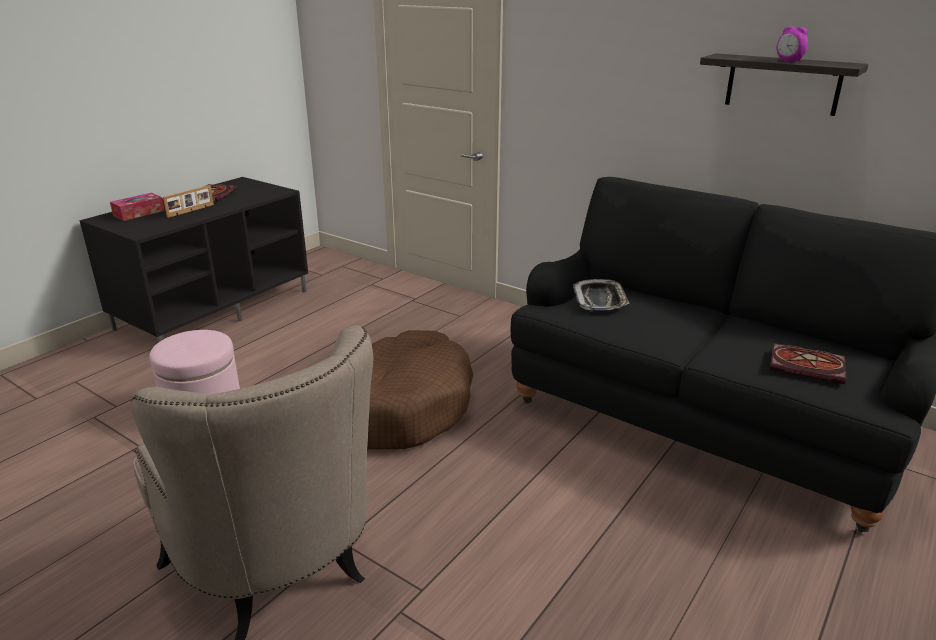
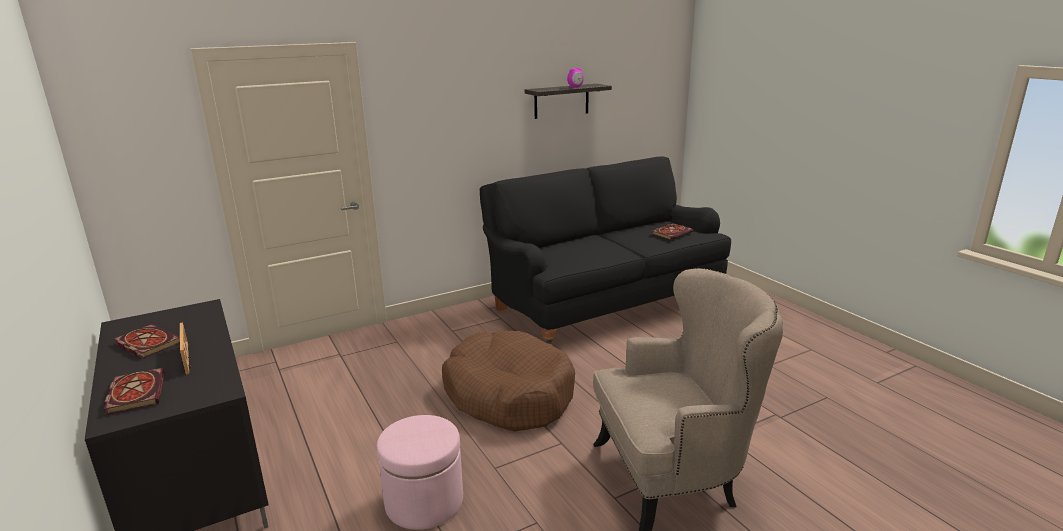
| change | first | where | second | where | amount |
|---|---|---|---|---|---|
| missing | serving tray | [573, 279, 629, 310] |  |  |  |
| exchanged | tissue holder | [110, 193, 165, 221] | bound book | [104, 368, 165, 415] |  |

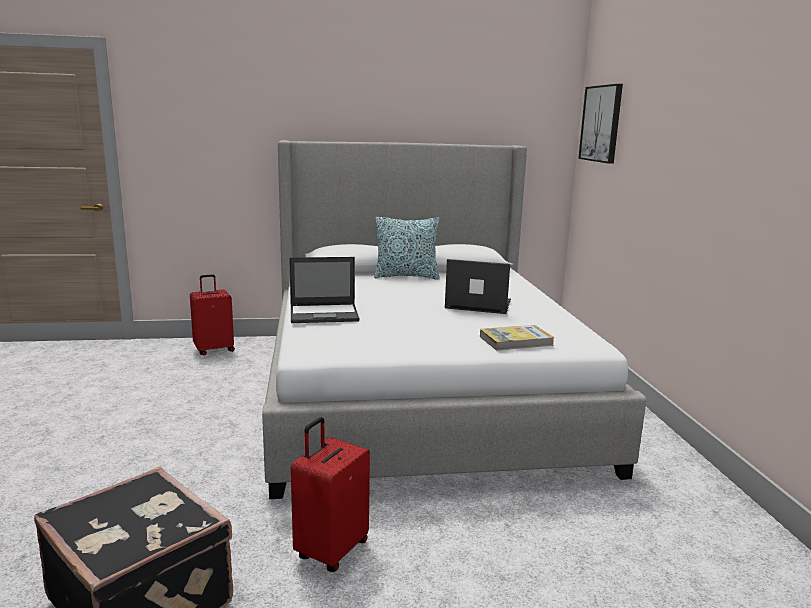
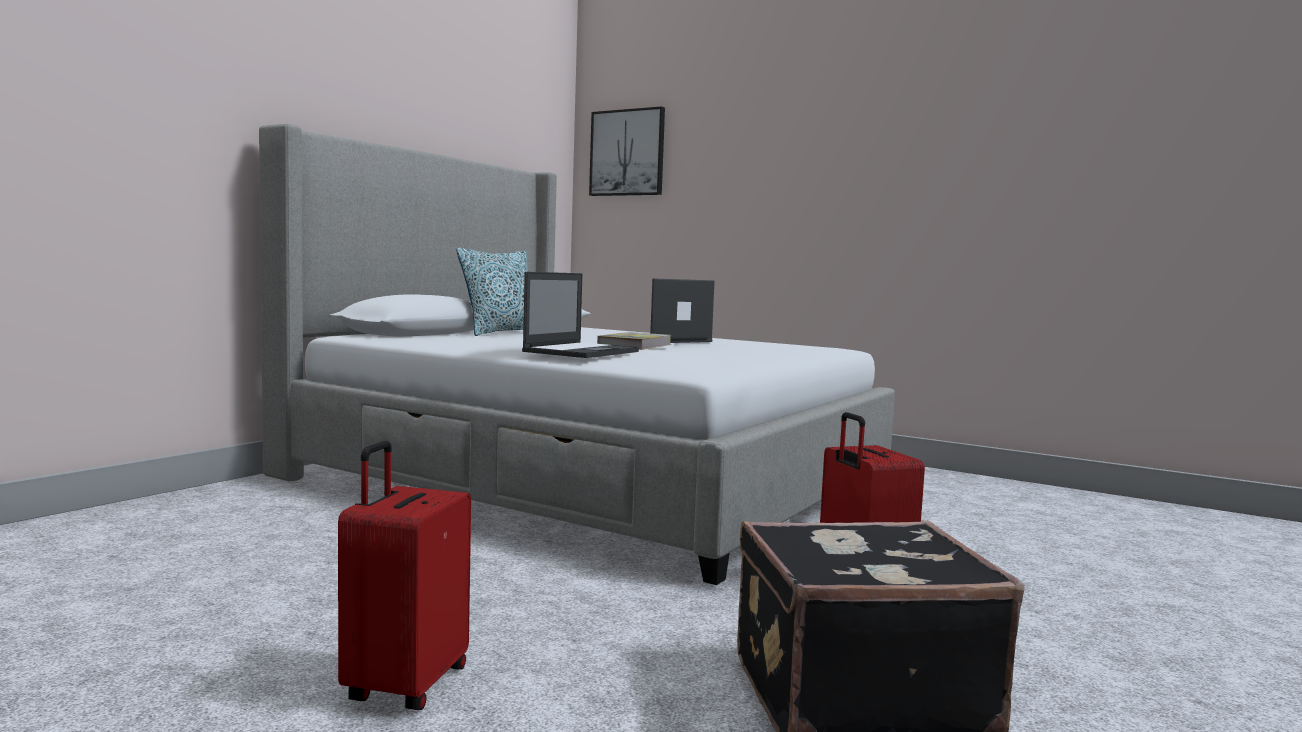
| change | first | where | second | where | amount |
|---|---|---|---|---|---|
| relocated | suitcase in reddish | [190, 274, 235, 356] |  | [338, 441, 471, 710] |  |
| relocated | bound book | [480, 325, 555, 351] |  | [597, 332, 671, 350] |  |

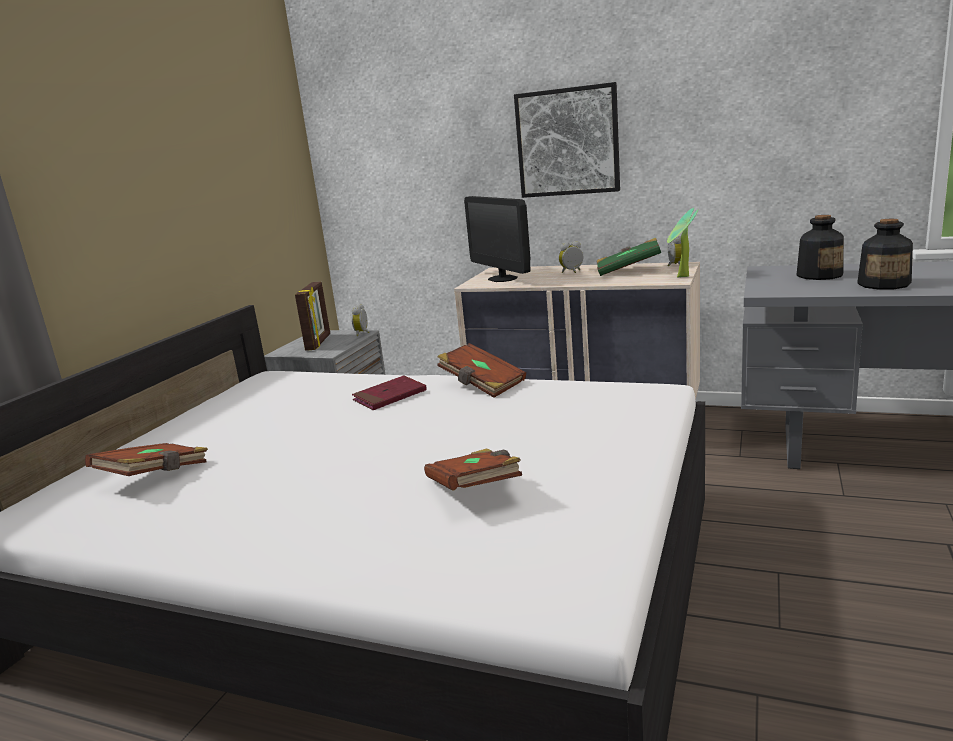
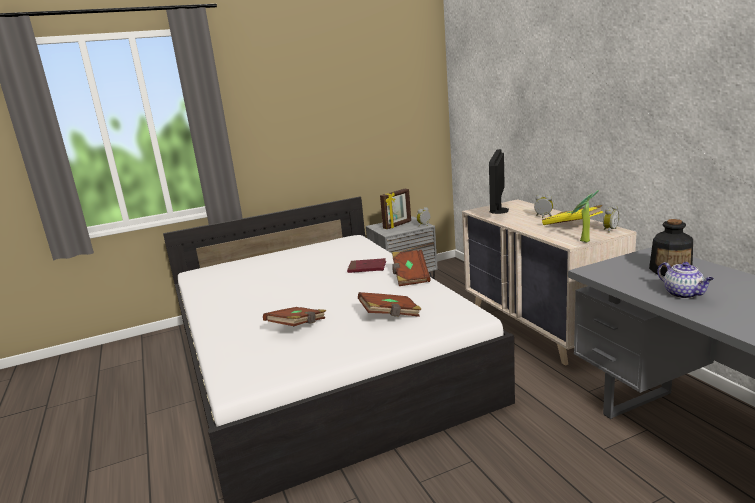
| change | first | where | second | where | amount |
|---|---|---|---|---|---|
| missing | wall art | [514, 82, 620, 198] |  |  |  |
| relocated | bound book in brownish | [85, 443, 208, 476] |  | [358, 292, 422, 317] |  |
| exchanged | beverage bottle | [857, 219, 913, 290] | tea pot | [657, 262, 714, 299] |  |
| colour | bound book in green-coloured | [597, 238, 661, 276] | bound book in yellow-coloured | [542, 205, 603, 225] |  |

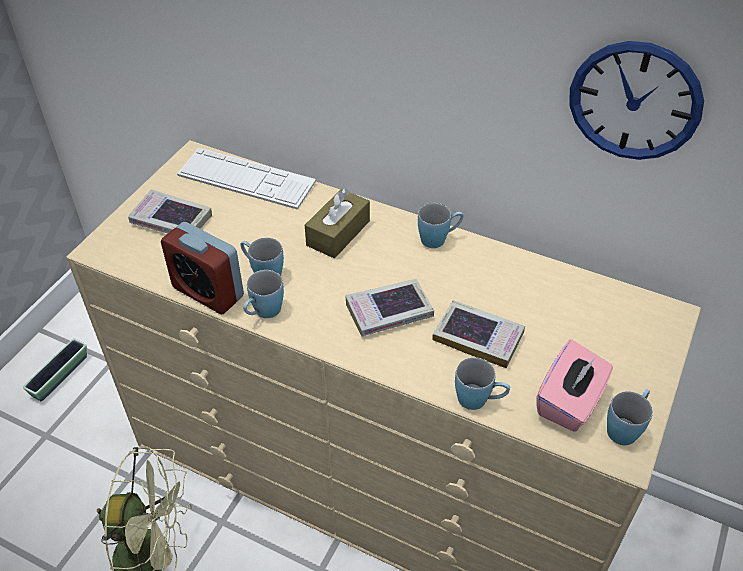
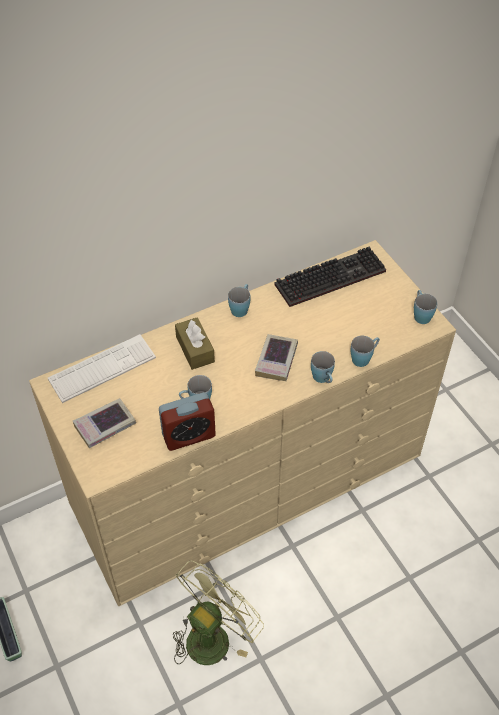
| change | first | where | second | where | amount |
|---|---|---|---|---|---|
| missing | bound book | [433, 300, 525, 368] |  |  |  |
| missing | tissue holder in pink-coloured | [537, 340, 613, 432] |  |  |  |
| missing | hanging clock | [569, 41, 704, 160] |  |  |  |
| appeared |  |  | keyboard | [275, 247, 386, 307] |  |
| relocated | tea mug in blue | [243, 270, 284, 318] |  | [311, 351, 335, 383] |  |

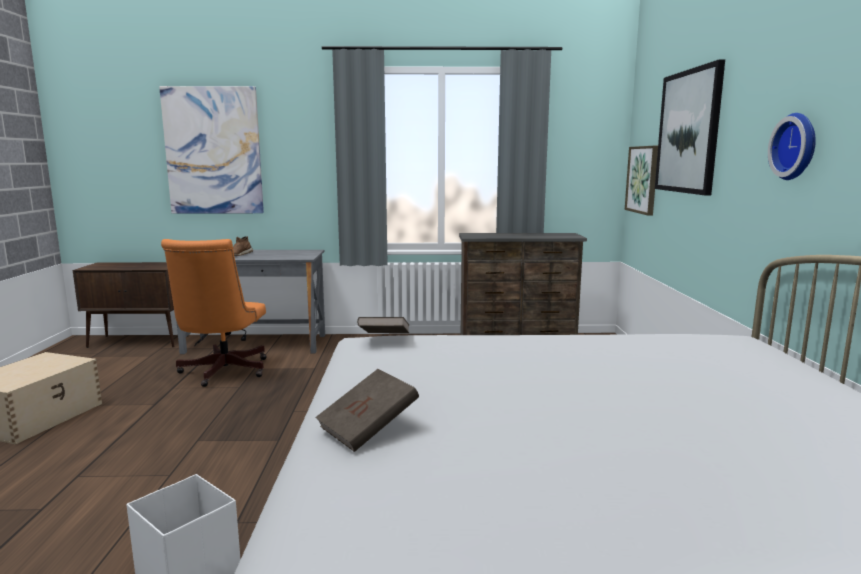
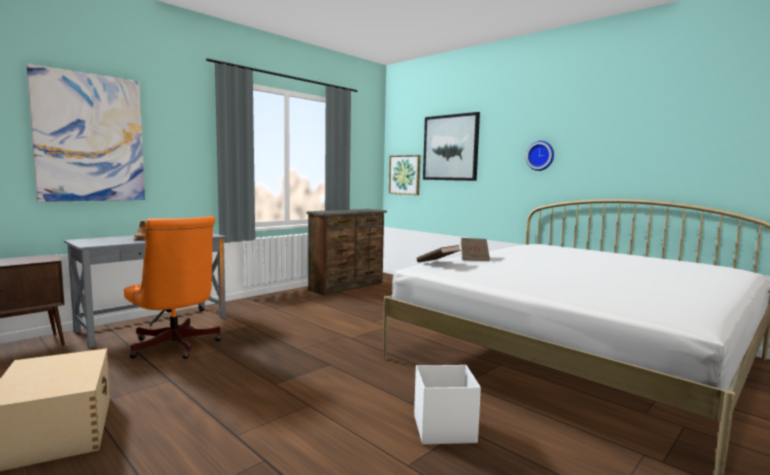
| change | first | where | second | where | amount |
|---|---|---|---|---|---|
| relocated | bound book in brownish | [315, 369, 419, 452] |  | [461, 238, 490, 261] |  |

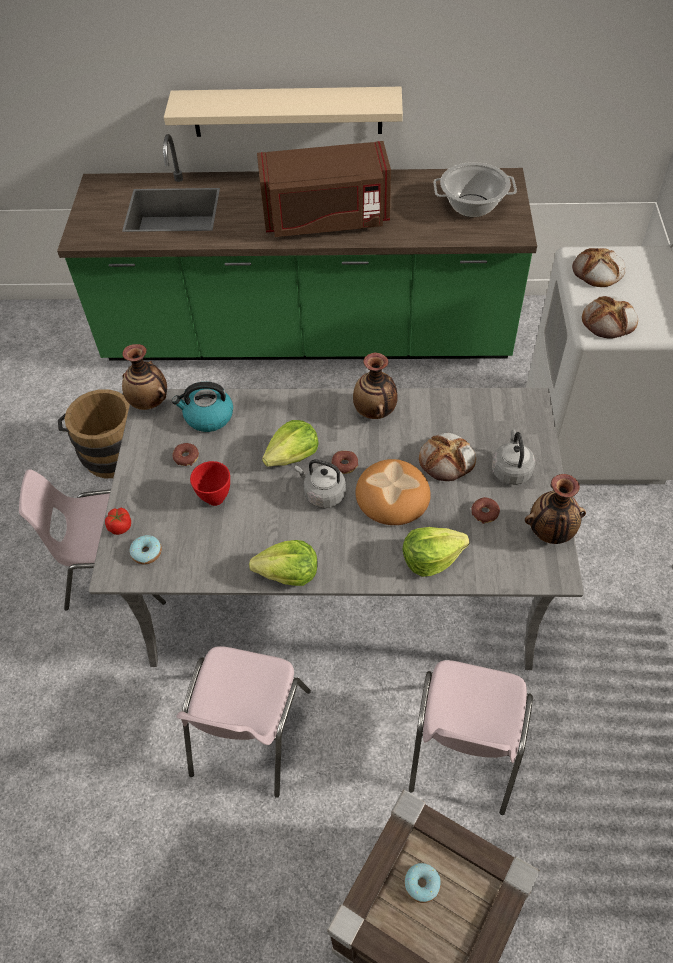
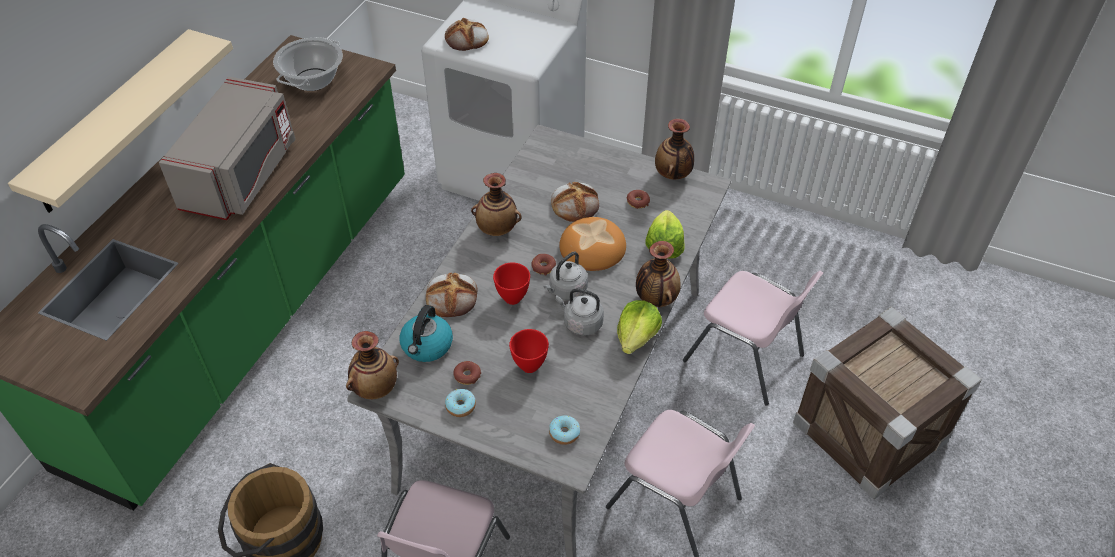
| change | first | where | second | where | amount |
|---|---|---|---|---|---|
| missing | tomato | [105, 508, 131, 535] |  |  |  |
| appeared |  |  | decorative vase | [636, 241, 681, 307] |  |
| relocated | donut | [404, 863, 441, 903] |  | [445, 389, 476, 417] |  |
| relocated | tea kettle in greyish | [492, 429, 535, 485] |  | [555, 288, 604, 336] |  |
| relocated | bread | [582, 296, 638, 339] |  | [426, 273, 477, 317] |  |
| exchanged | head of lettuce | [262, 420, 319, 467] | bowl in reddish | [493, 263, 530, 305] |  |
| colour | microwave in brownish | [257, 141, 391, 237] | microwave in greyish | [159, 77, 296, 220] |  |

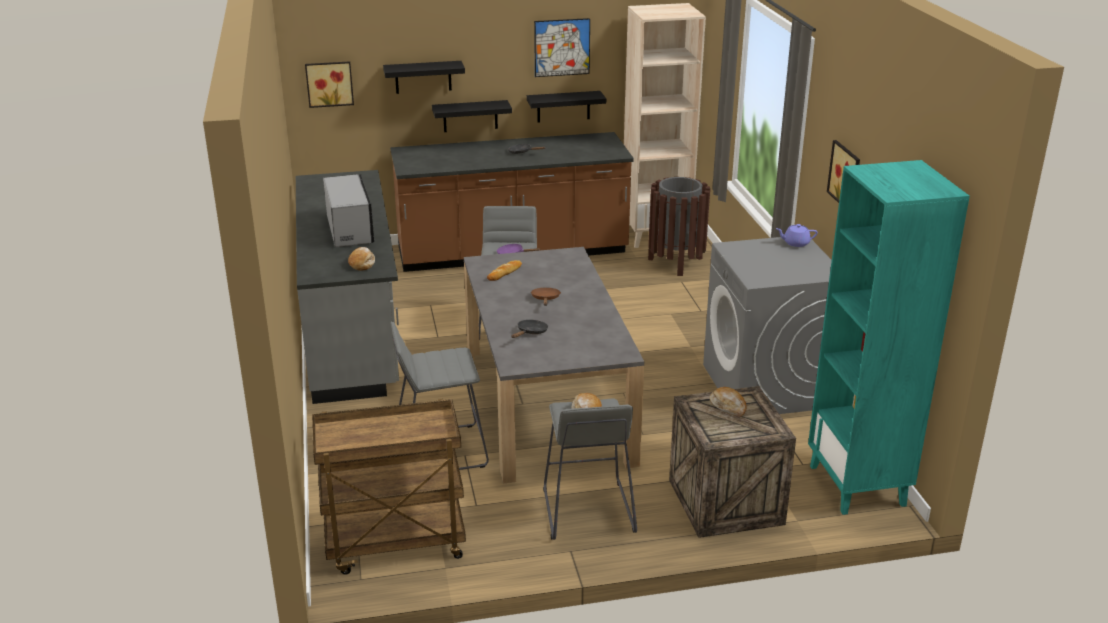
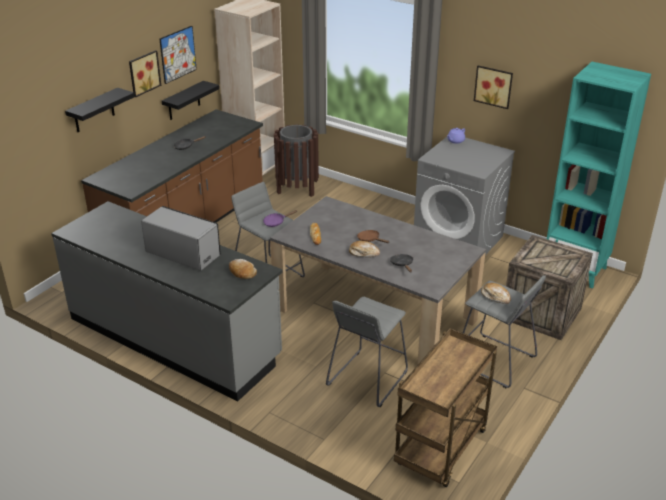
| change | first | where | second | where | amount |
|---|---|---|---|---|---|
| missing | shelf in black | [432, 100, 512, 132] |  |  |  |
| relocated | wall art | [305, 61, 354, 108] |  | [129, 50, 161, 97] |  |
| relocated | bread | [710, 387, 747, 417] |  | [349, 241, 380, 257] |  |

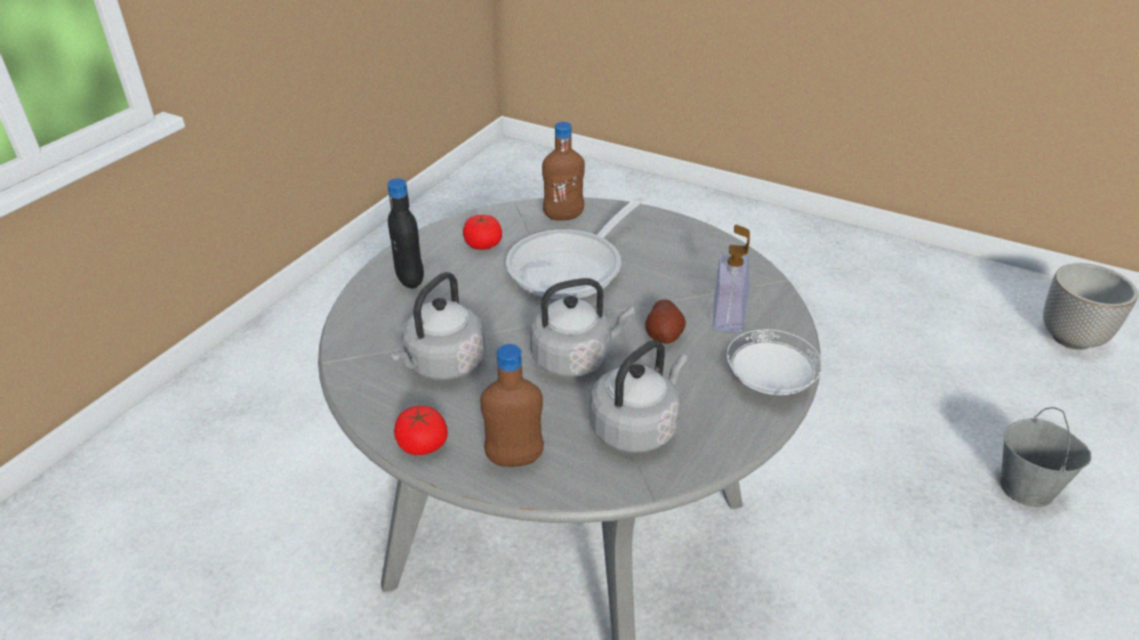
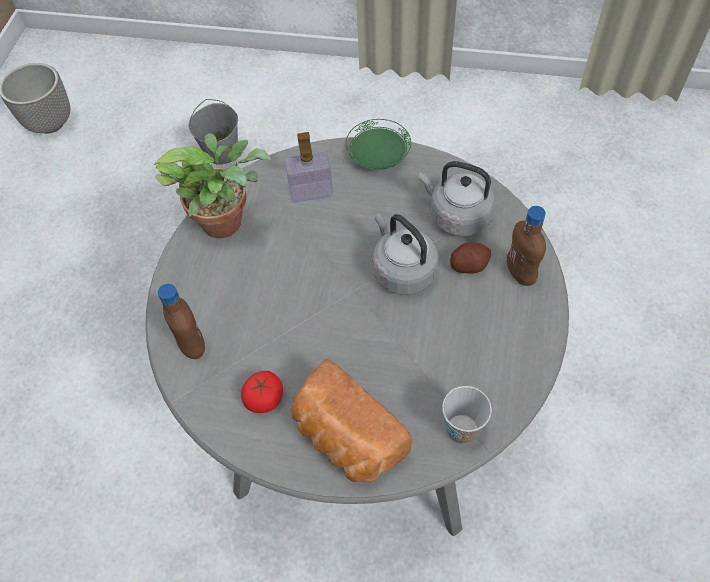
| change | first | where | second | where | amount |
|---|---|---|---|---|---|
| missing | tea kettle in greyish | [391, 272, 486, 380] |  |  |  |
| missing | tomato | [394, 406, 448, 455] |  |  |  |
| missing | pan | [506, 195, 646, 300] |  |  |  |
| appeared |  |  | plant in a pot | [154, 133, 271, 238] |  |
| appeared |  |  | drinking cup | [442, 386, 492, 444] |  |
| relocated | spud | [645, 299, 686, 344] |  | [450, 243, 491, 273] |  |
| exchanged | beverage bottle in black | [387, 178, 424, 289] | bread | [291, 359, 413, 482] |  |
| colour | dinner plate in whitish | [727, 329, 823, 395] | dinner plate in green-coloured | [345, 119, 411, 170] |  |

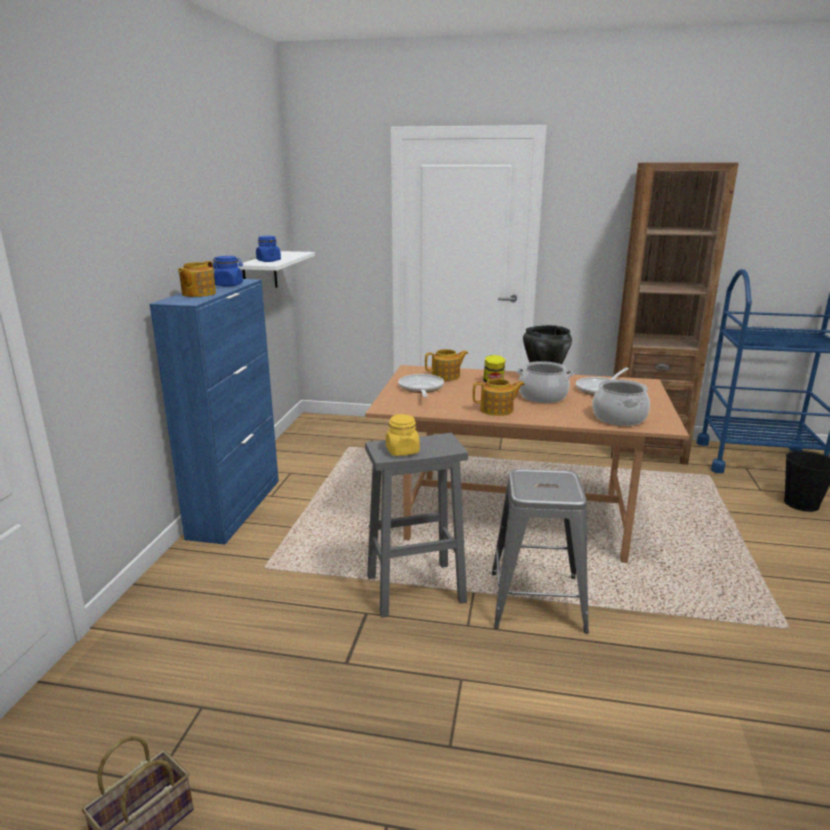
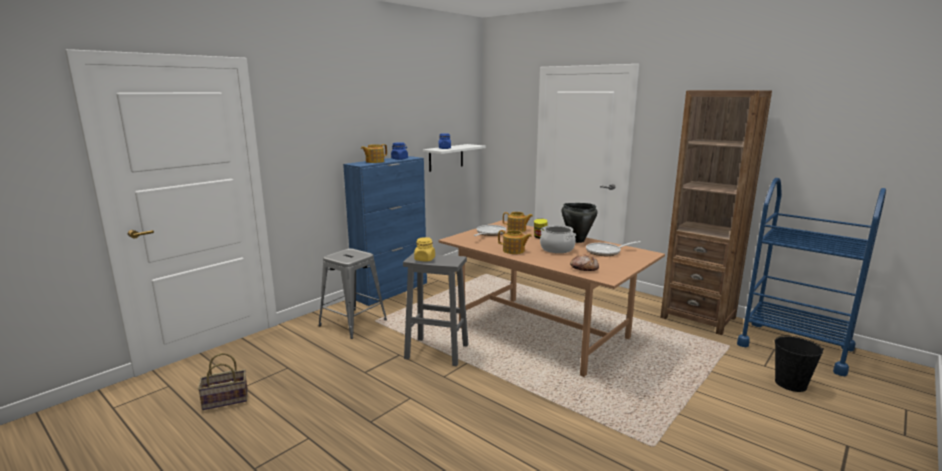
| change | first | where | second | where | amount |
|---|---|---|---|---|---|
| relocated | stool in greyish | [492, 469, 589, 634] |  | [318, 248, 387, 339] |  |
| exchanged | cooking pot | [592, 379, 650, 426] | bread | [570, 254, 599, 271] |  |

